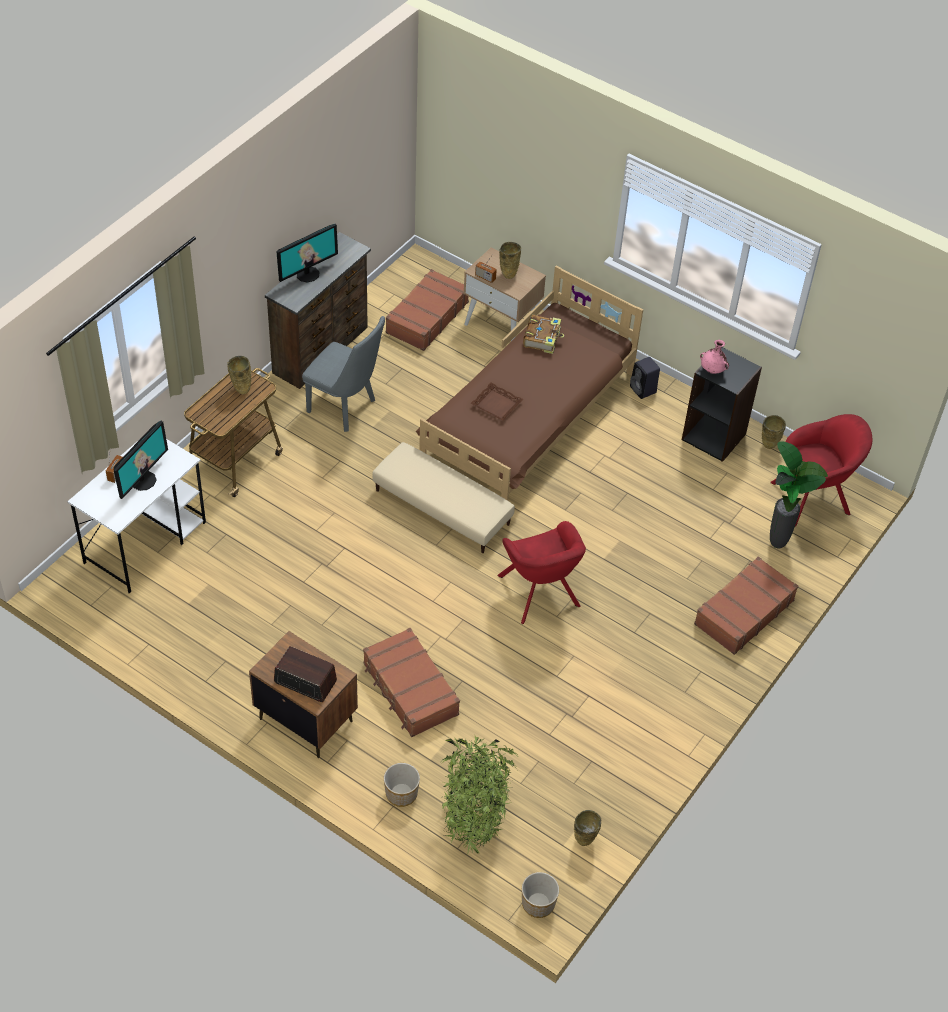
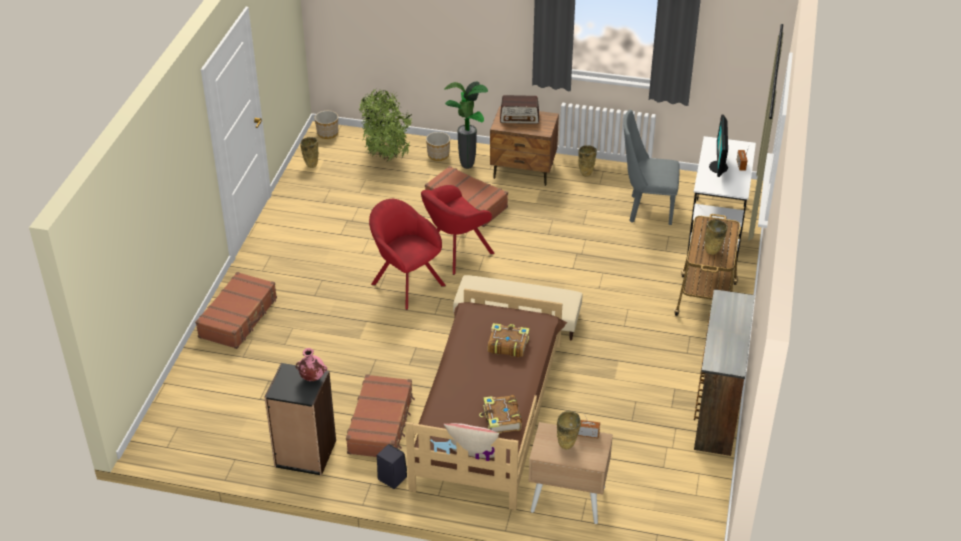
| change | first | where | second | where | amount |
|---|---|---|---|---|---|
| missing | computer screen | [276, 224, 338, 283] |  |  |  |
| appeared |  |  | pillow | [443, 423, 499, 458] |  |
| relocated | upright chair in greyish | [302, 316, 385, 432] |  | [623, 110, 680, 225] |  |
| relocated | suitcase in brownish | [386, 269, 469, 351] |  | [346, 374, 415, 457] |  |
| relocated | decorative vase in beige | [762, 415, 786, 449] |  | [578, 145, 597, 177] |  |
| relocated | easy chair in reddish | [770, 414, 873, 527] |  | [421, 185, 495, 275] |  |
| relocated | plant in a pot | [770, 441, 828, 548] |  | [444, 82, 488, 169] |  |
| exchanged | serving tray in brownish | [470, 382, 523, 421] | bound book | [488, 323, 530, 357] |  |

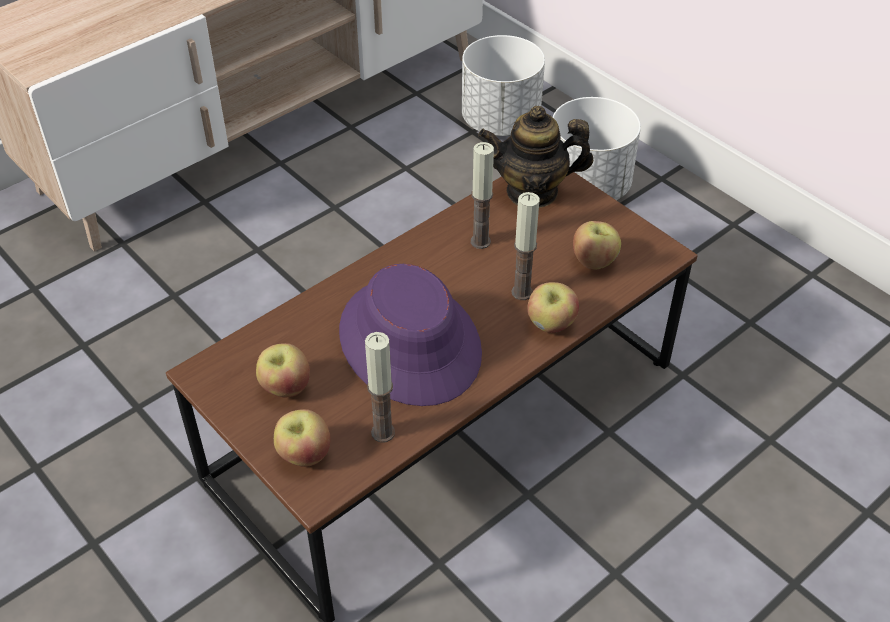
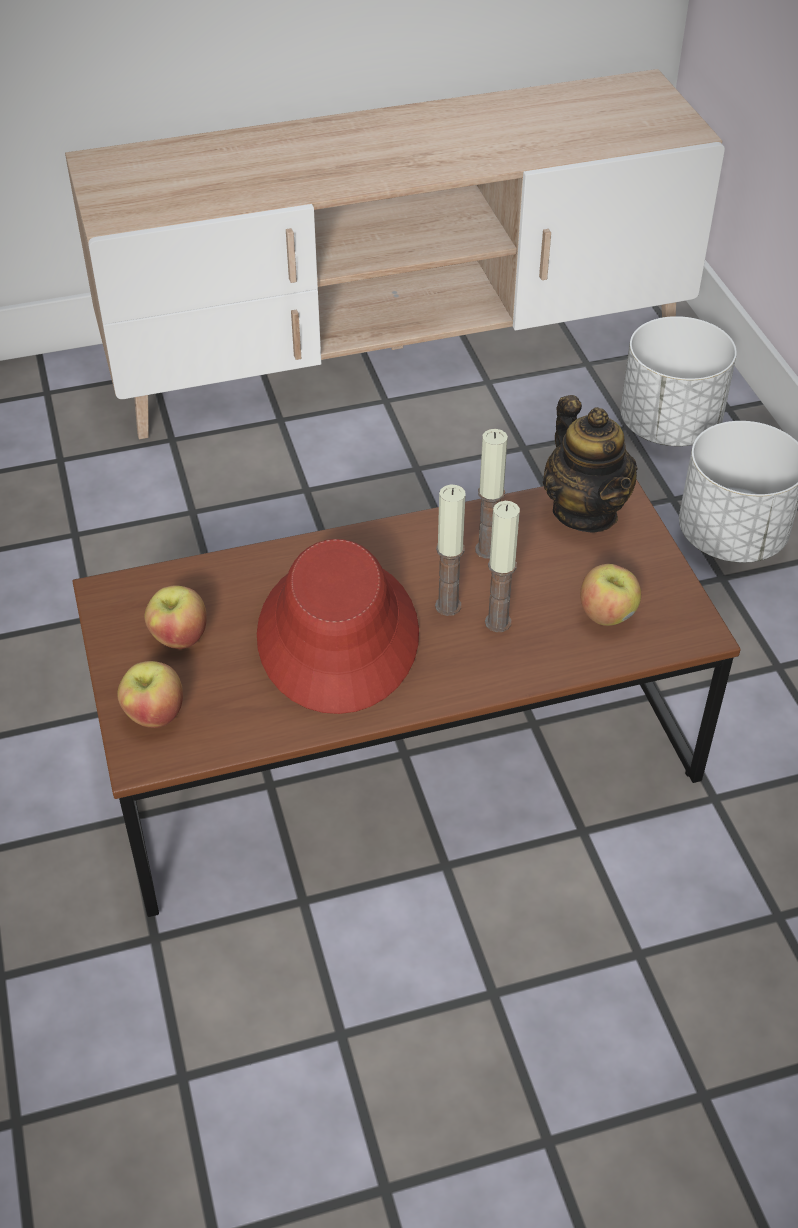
| change | first | where | second | where | amount |
|---|---|---|---|---|---|
| missing | whole apple | [527, 282, 579, 333] |  |  |  |
| relocated | wax light | [365, 332, 395, 443] |  | [435, 485, 465, 616] |  |
| colour | hat in purplish | [339, 264, 482, 406] | hat in reddish | [257, 539, 419, 714] |  |
| spun | tea pot | [478, 106, 593, 208] |  | [543, 395, 638, 533] | 135 degrees counterclockwise |

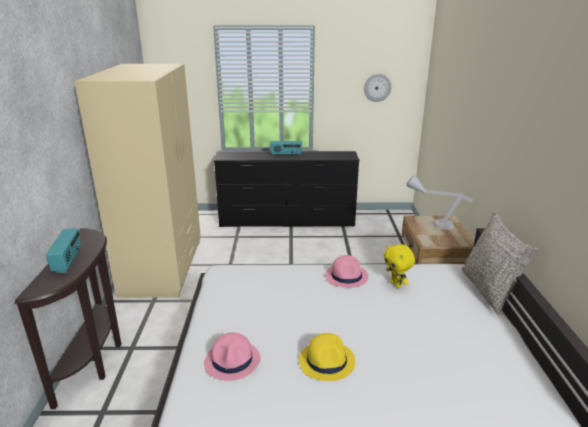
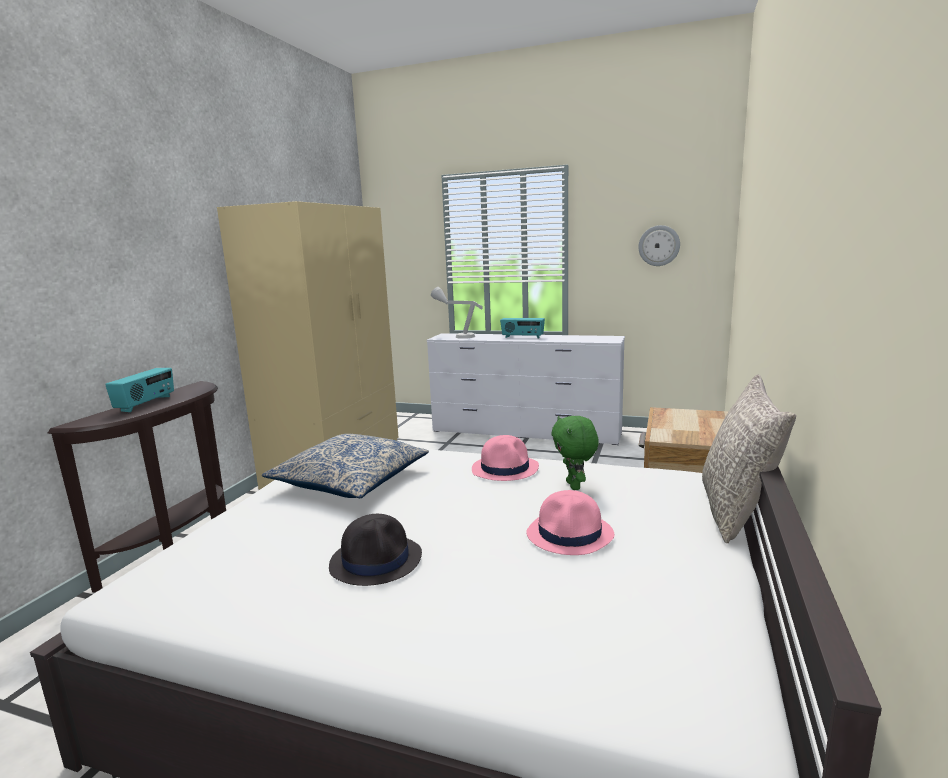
| change | first | where | second | where | amount |
|---|---|---|---|---|---|
| appeared |  |  | pillow | [262, 434, 429, 498] |  |
| relocated | hat in pink-coloured | [204, 332, 260, 381] |  | [526, 490, 614, 555] |  |
| relocated | lamp for a table in greyish | [406, 176, 473, 230] |  | [431, 287, 483, 339] |  |
| colour | dresser in black | [214, 151, 359, 227] | dresser in whitish | [427, 333, 625, 445] |  |
| colour | hat in yellow-coloured | [299, 333, 355, 381] | hat in black | [329, 514, 422, 586] |  |
| colour | soft toy in yellow-coloured | [384, 244, 415, 288] | soft toy in green-coloured | [551, 416, 599, 490] |  |

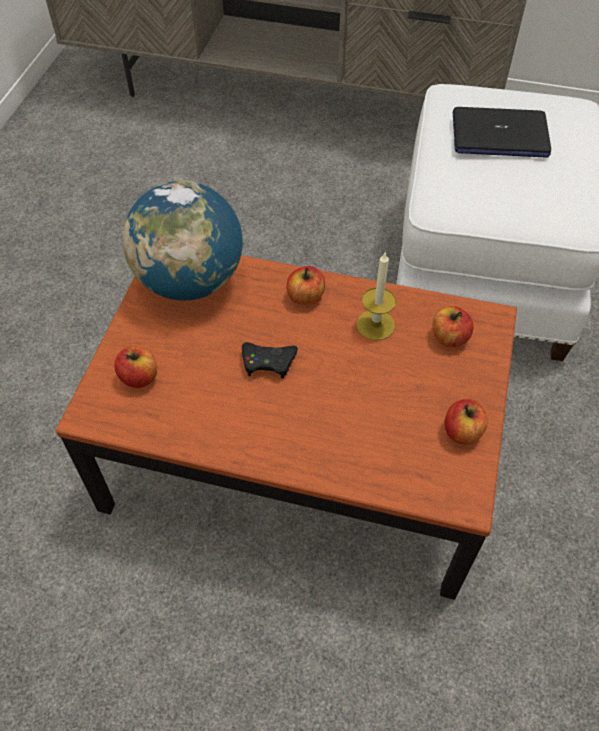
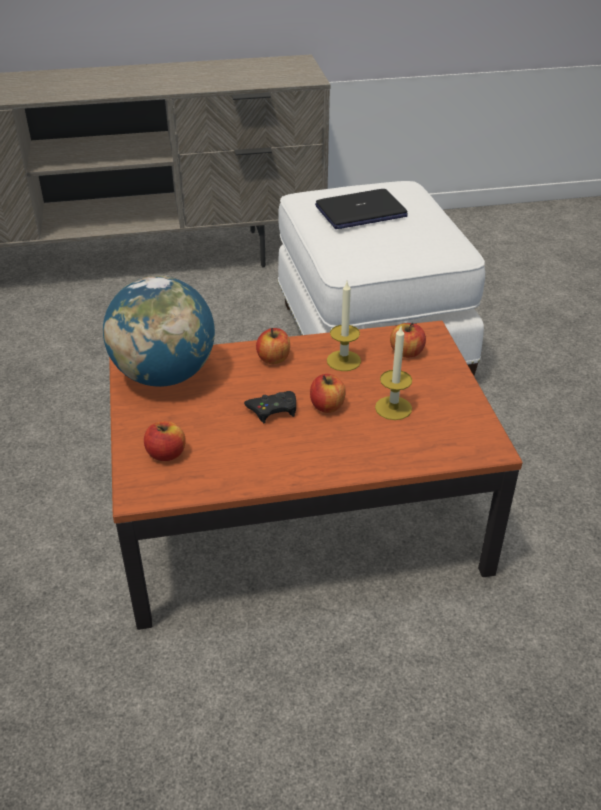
| change | first | where | second | where | amount |
|---|---|---|---|---|---|
| appeared |  |  | wax light | [375, 326, 412, 420] |  |
| relocated | whole apple | [445, 399, 488, 445] |  | [310, 374, 346, 413] |  |

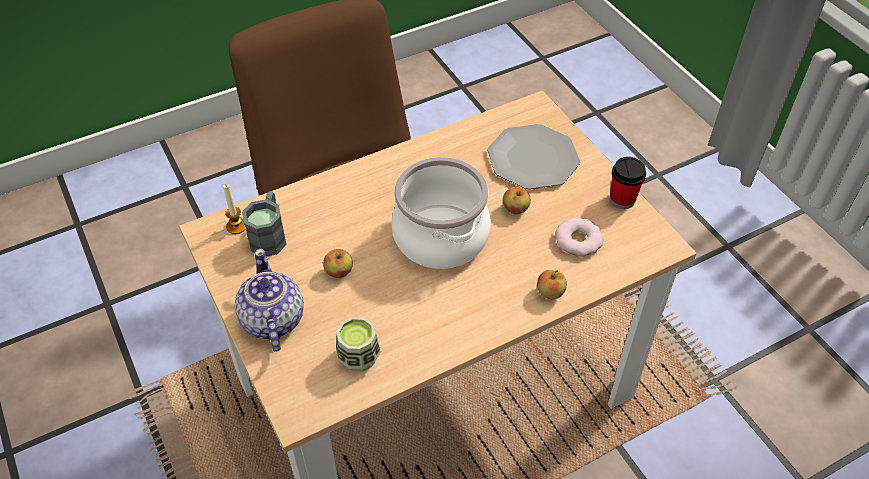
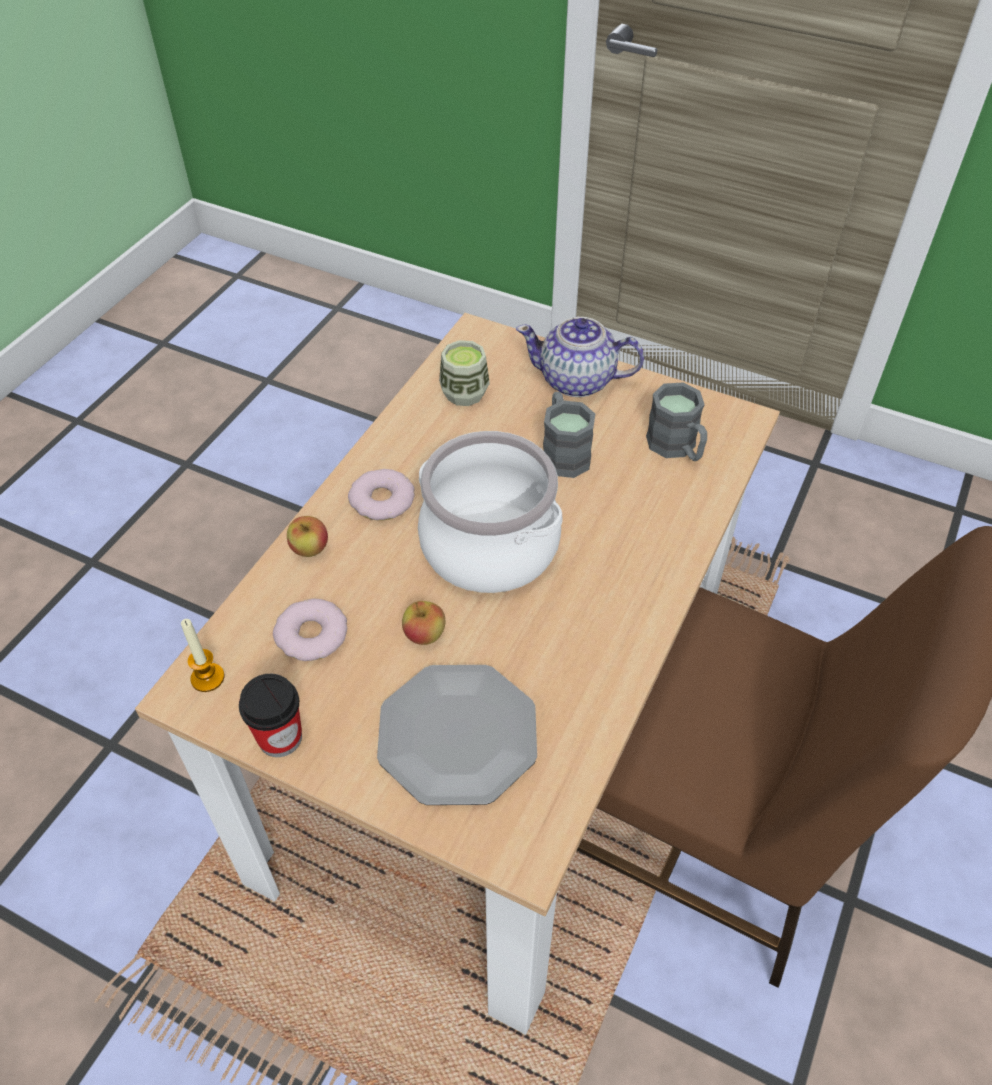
| change | first | where | second | where | amount |
|---|---|---|---|---|---|
| appeared |  |  | donut | [348, 469, 415, 521] |  |
| relocated | wax light | [223, 184, 246, 234] |  | [181, 619, 224, 692] |  |
| exchanged | whole apple | [323, 249, 353, 278] | tea mug in greyish | [543, 392, 595, 478] |  |
| spun | tea pot | [235, 249, 304, 352] |  | [516, 317, 644, 397] | 150 degrees clockwise |

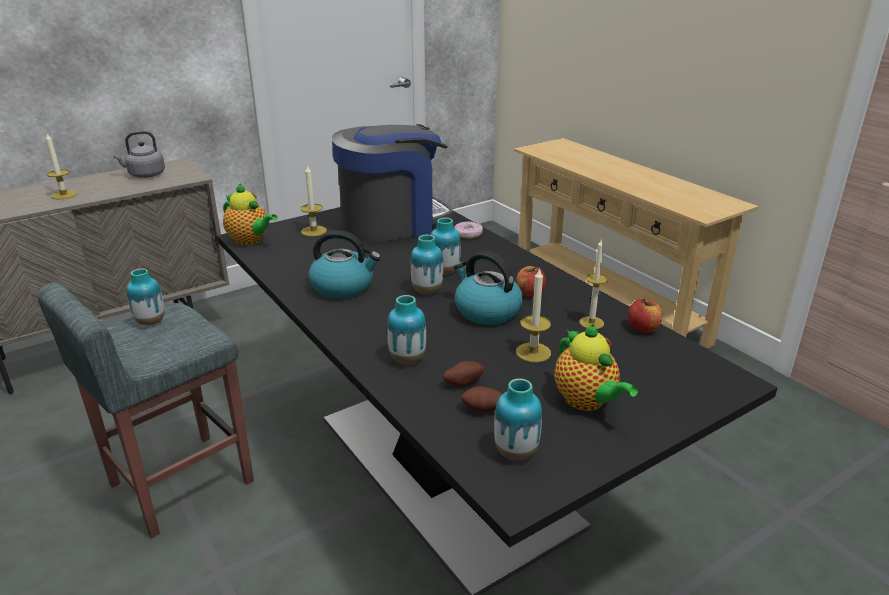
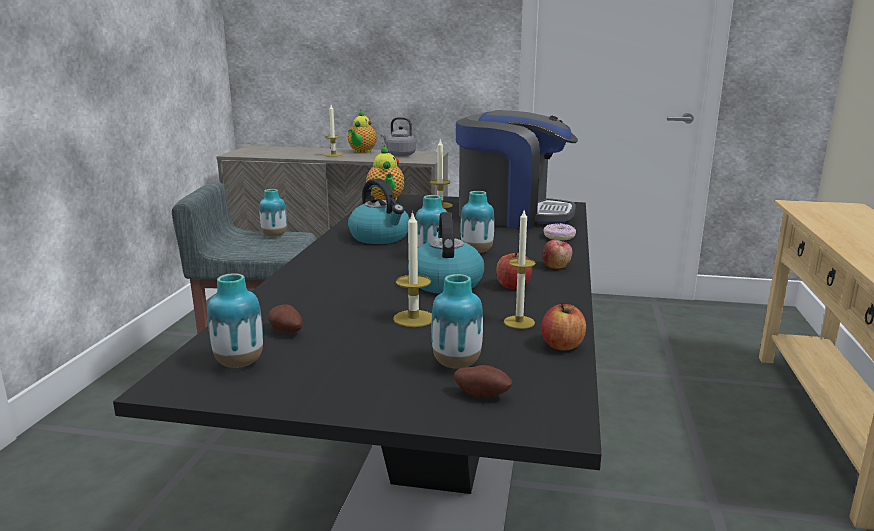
| change | first | where | second | where | amount |
|---|---|---|---|---|---|
| appeared |  |  | whole apple | [542, 240, 573, 269] |  |
| relocated | decorative vase | [387, 295, 426, 364] |  | [431, 274, 483, 369] |  |
| relocated | spud | [443, 361, 484, 386] |  | [454, 365, 512, 398] |  |
| relocated | tea pot | [554, 324, 638, 411] |  | [348, 110, 377, 153] |  |

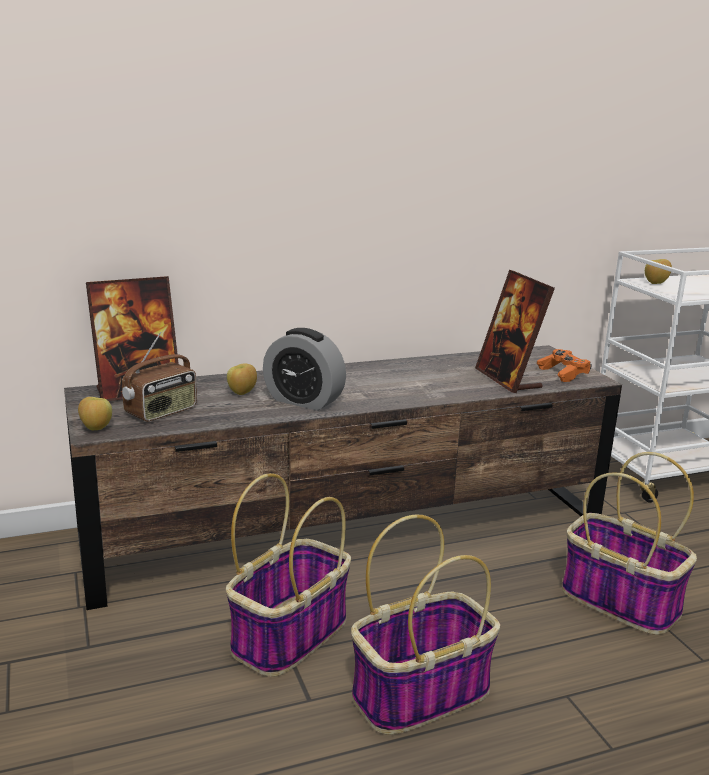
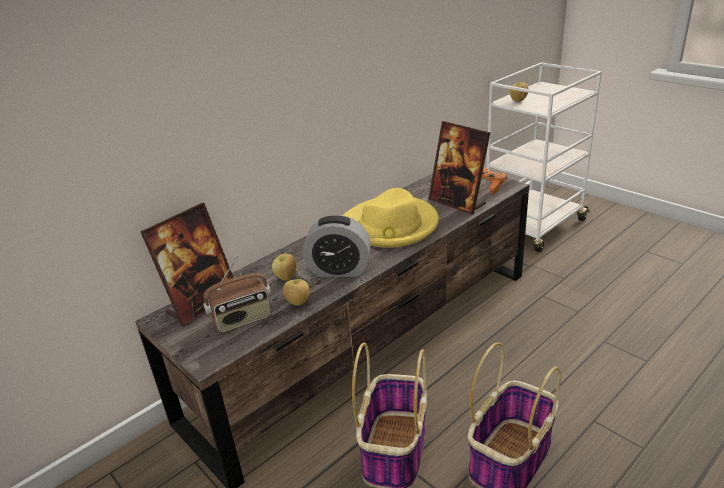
| change | first | where | second | where | amount |
|---|---|---|---|---|---|
| missing | household basket | [562, 452, 697, 635] |  |  |  |
| appeared |  |  | hat in yellow-coloured | [342, 188, 439, 248] |  |
| relocated | whole apple | [78, 397, 112, 430] |  | [283, 279, 309, 306] |  |
| spun | radio set | [122, 332, 197, 422] |  | [203, 255, 272, 333] | 45 degrees clockwise |

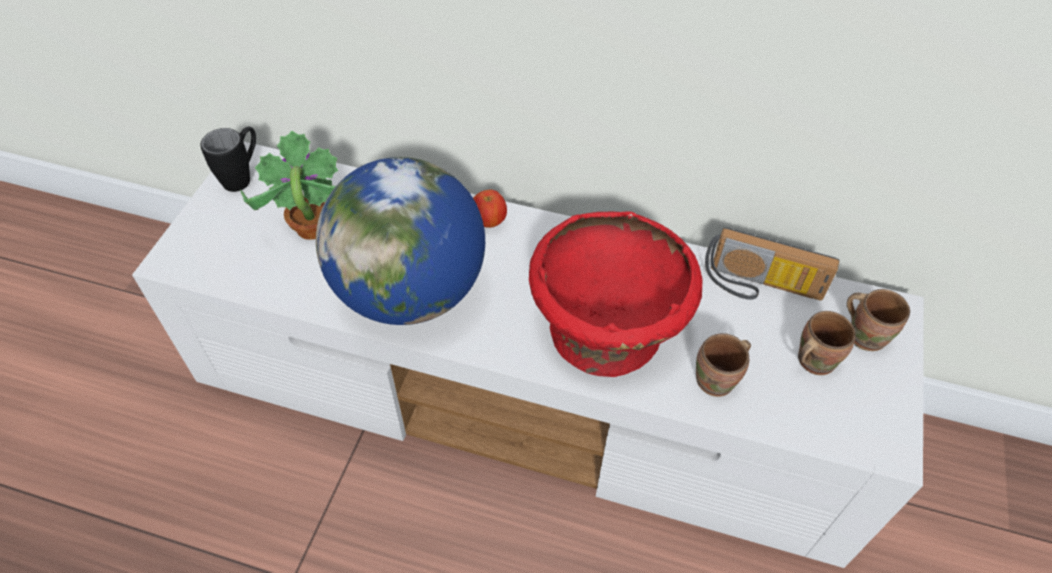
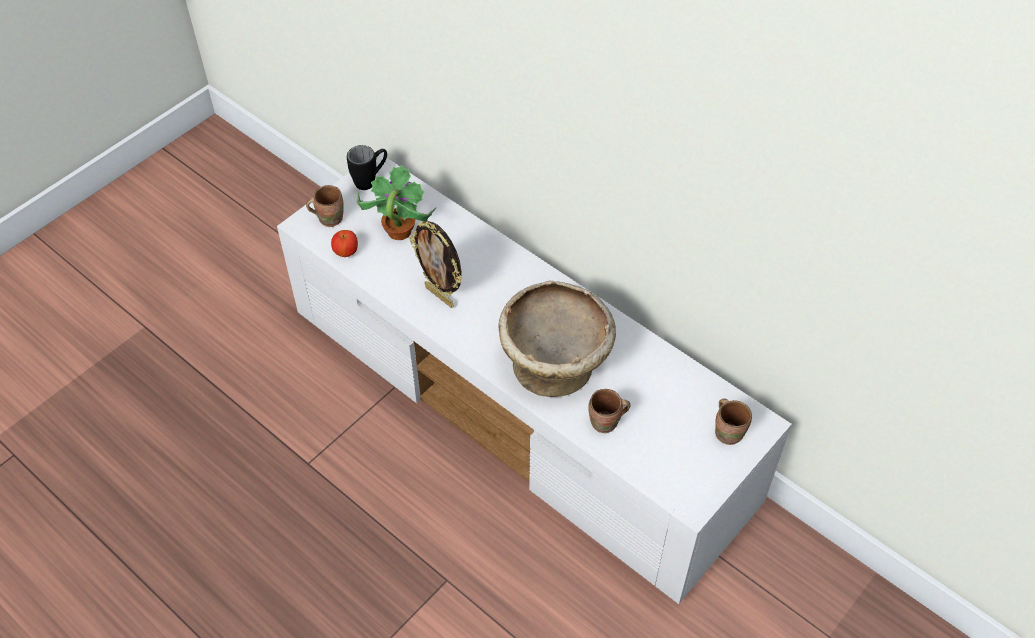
| change | first | where | second | where | amount |
|---|---|---|---|---|---|
| missing | radio set | [705, 228, 840, 301] |  |  |  |
| relocated | whole apple | [473, 190, 507, 228] |  | [331, 230, 358, 257] |  |
| relocated | tea mug in brownish | [798, 311, 856, 375] |  | [306, 185, 344, 227] |  |
| exchanged | globe | [316, 157, 485, 325] | standing frame | [410, 221, 462, 308] |  |
| colour | bowl in reddish | [529, 211, 702, 377] | bowl in beige | [498, 281, 616, 397] |  |

